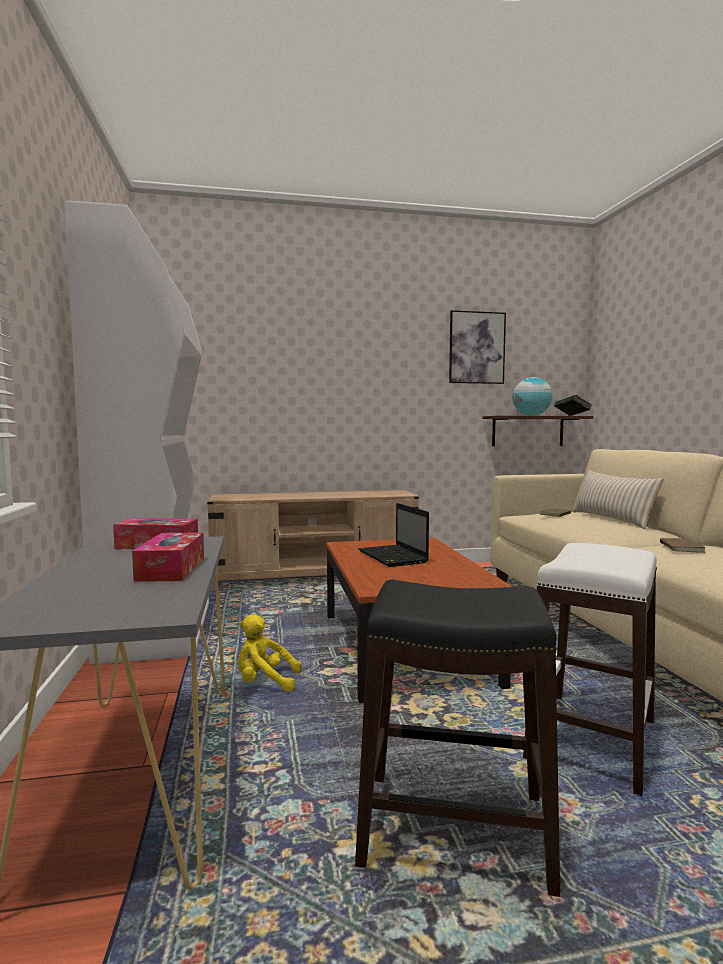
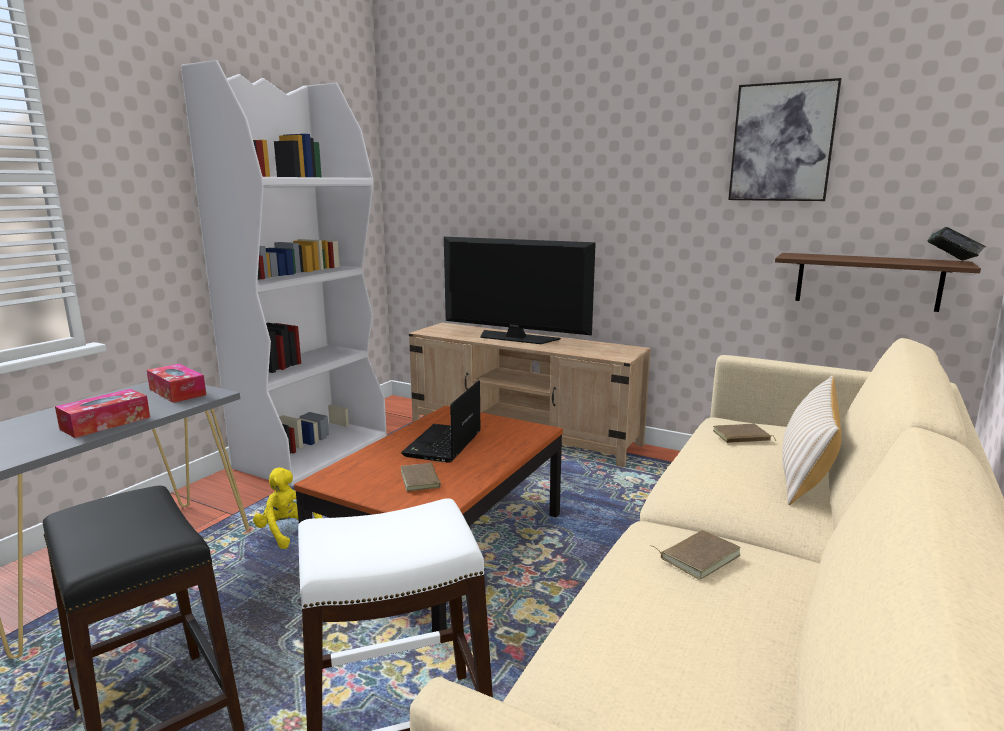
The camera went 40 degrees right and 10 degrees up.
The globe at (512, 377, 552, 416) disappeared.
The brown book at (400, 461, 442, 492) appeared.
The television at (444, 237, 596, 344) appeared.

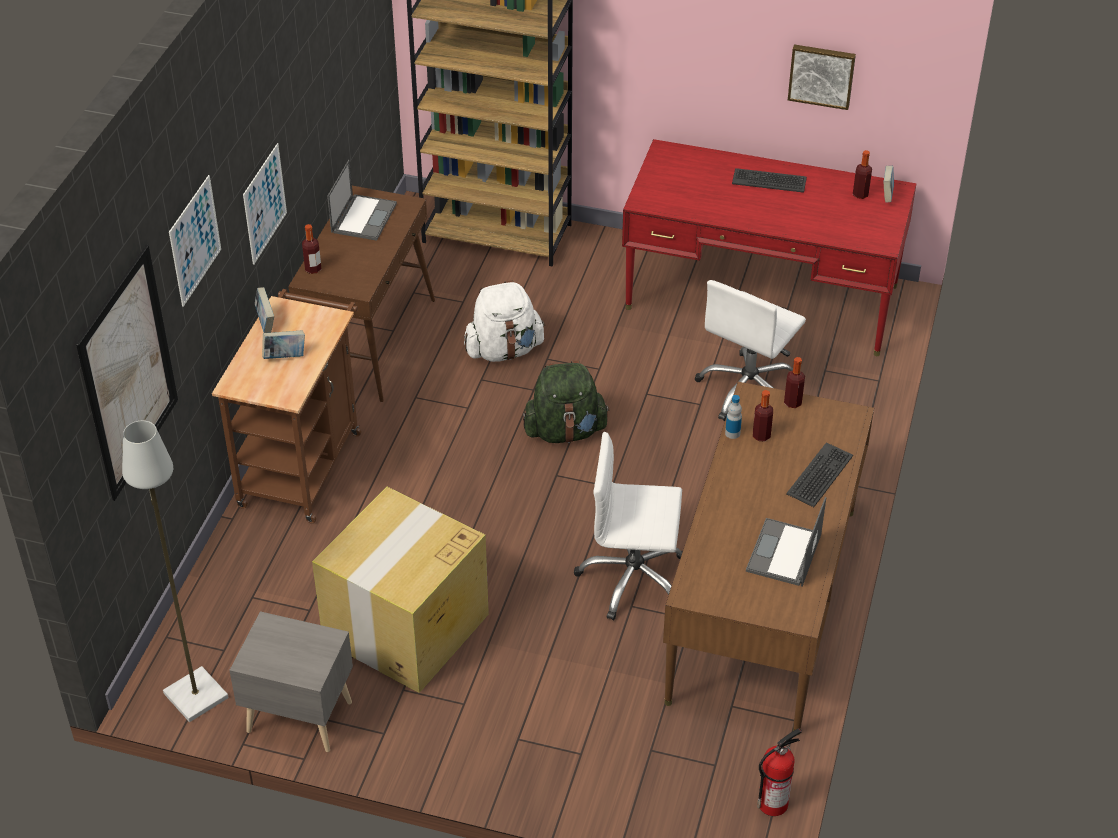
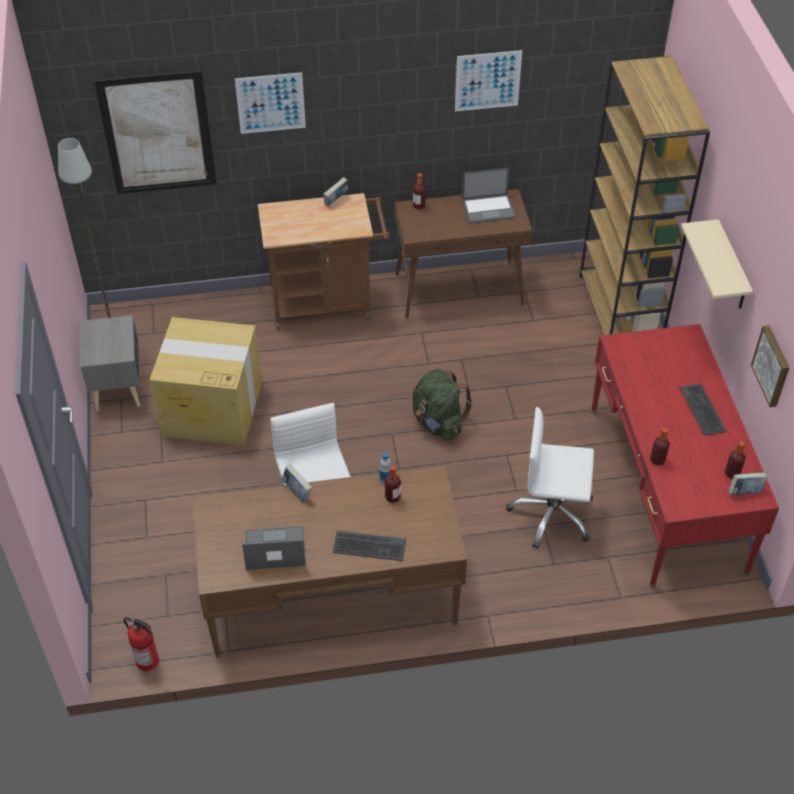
The camera went 65 degrees right and 5 degrees up.
The picture moved from (243, 143, 287, 265) to (455, 50, 522, 111).
The book moved from (262, 330, 305, 359) to (282, 464, 312, 503).
The white backpack at (464, 280, 545, 362) disappeared.
The bottle moved from (784, 357, 805, 408) to (650, 428, 670, 466).
The beige shelf at (681, 219, 753, 309) appeared.

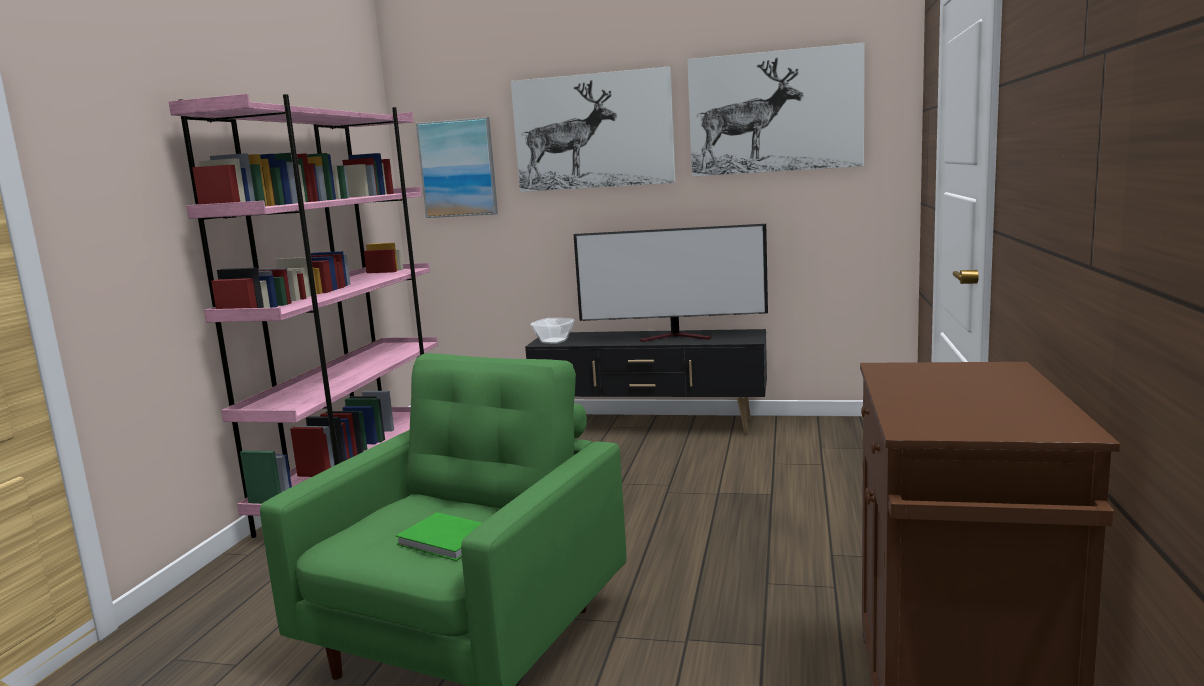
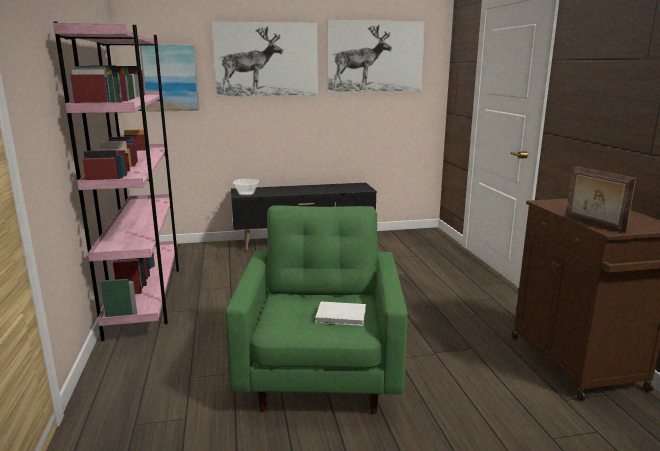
The camera went 25 degrees left and 5 degrees up.
The green book at (396, 513, 482, 561) became the white book at (315, 301, 366, 326).
The television at (574, 224, 768, 342) disappeared.
The picture frame at (566, 166, 636, 233) appeared.

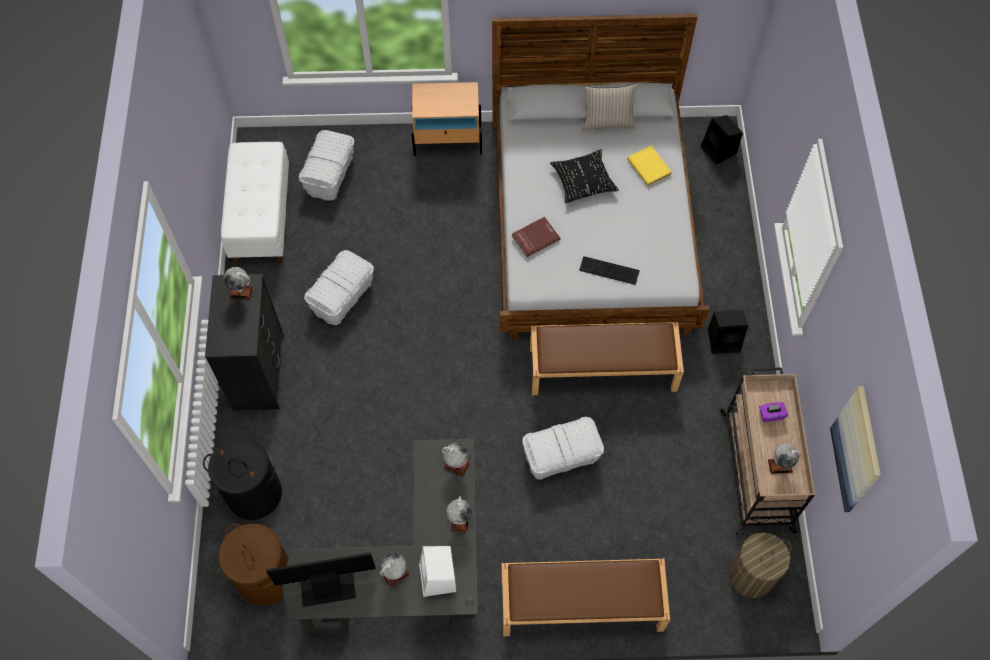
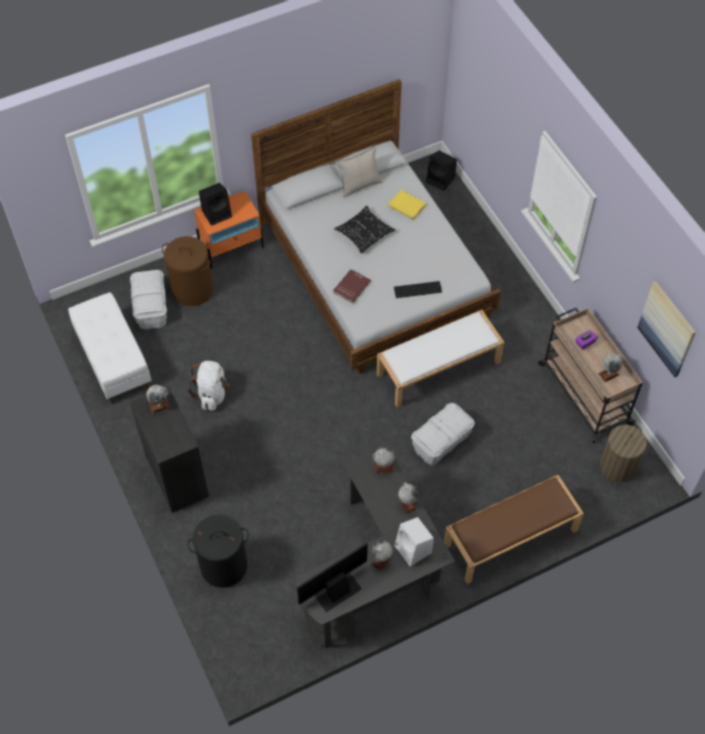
The camera went 25 degrees left and 5 degrees down.
The brown laundry basket moved from (219, 524, 289, 606) to (162, 236, 213, 306).
The white storage box at (304, 250, 374, 325) was replaced by the white backpack at (188, 361, 229, 411).
The beige nightstand at (411, 82, 482, 156) became the orange nightstand at (194, 191, 264, 269).
The brown bench at (530, 322, 684, 395) became the white bench at (377, 310, 504, 408).
The black speaker moved from (708, 310, 748, 354) to (199, 183, 232, 226).

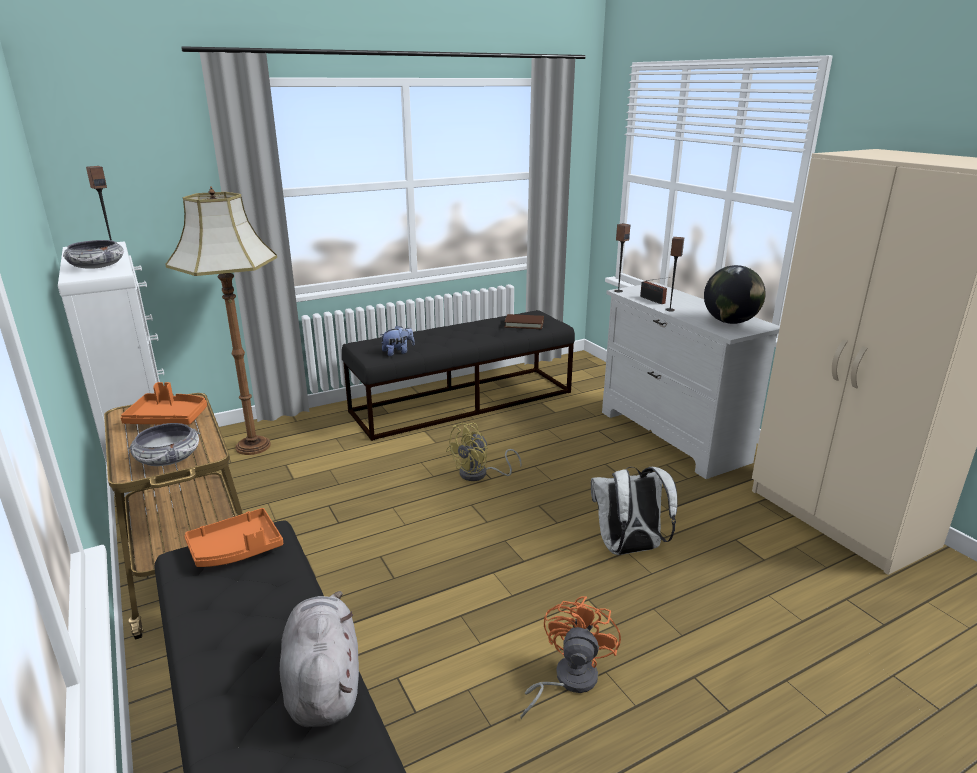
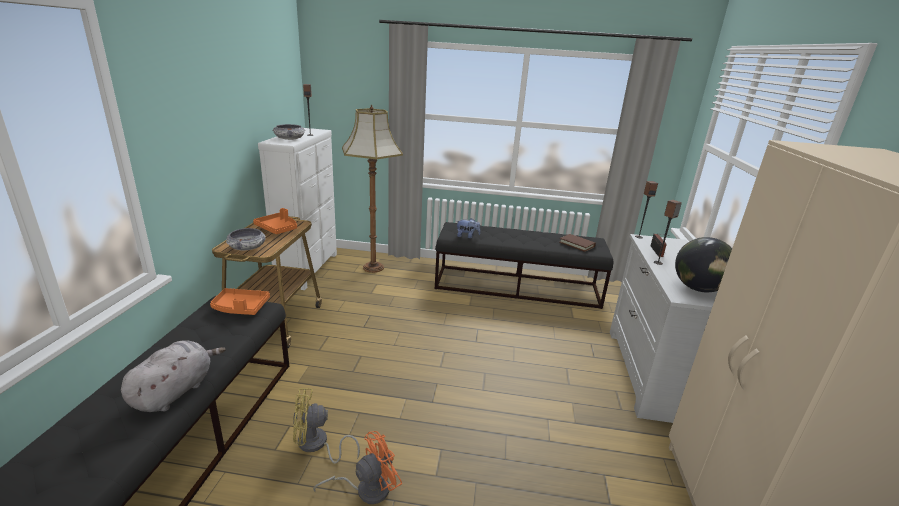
The camera went 35 degrees right and 0 degrees up.
The yellow fan moved from (446, 423, 522, 481) to (293, 388, 360, 464).
The white backpack at (591, 467, 678, 555) disappeared.

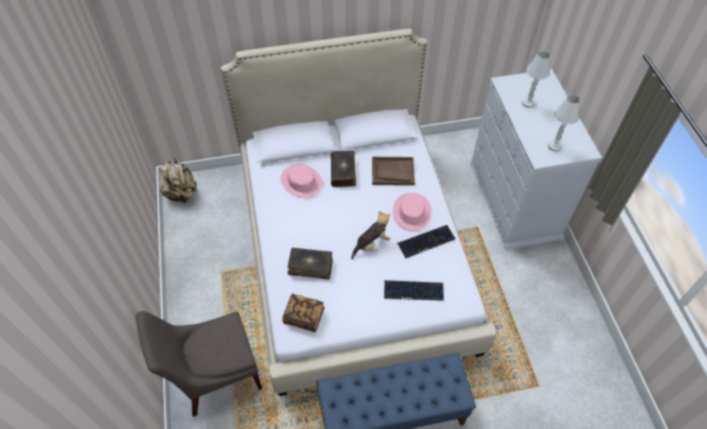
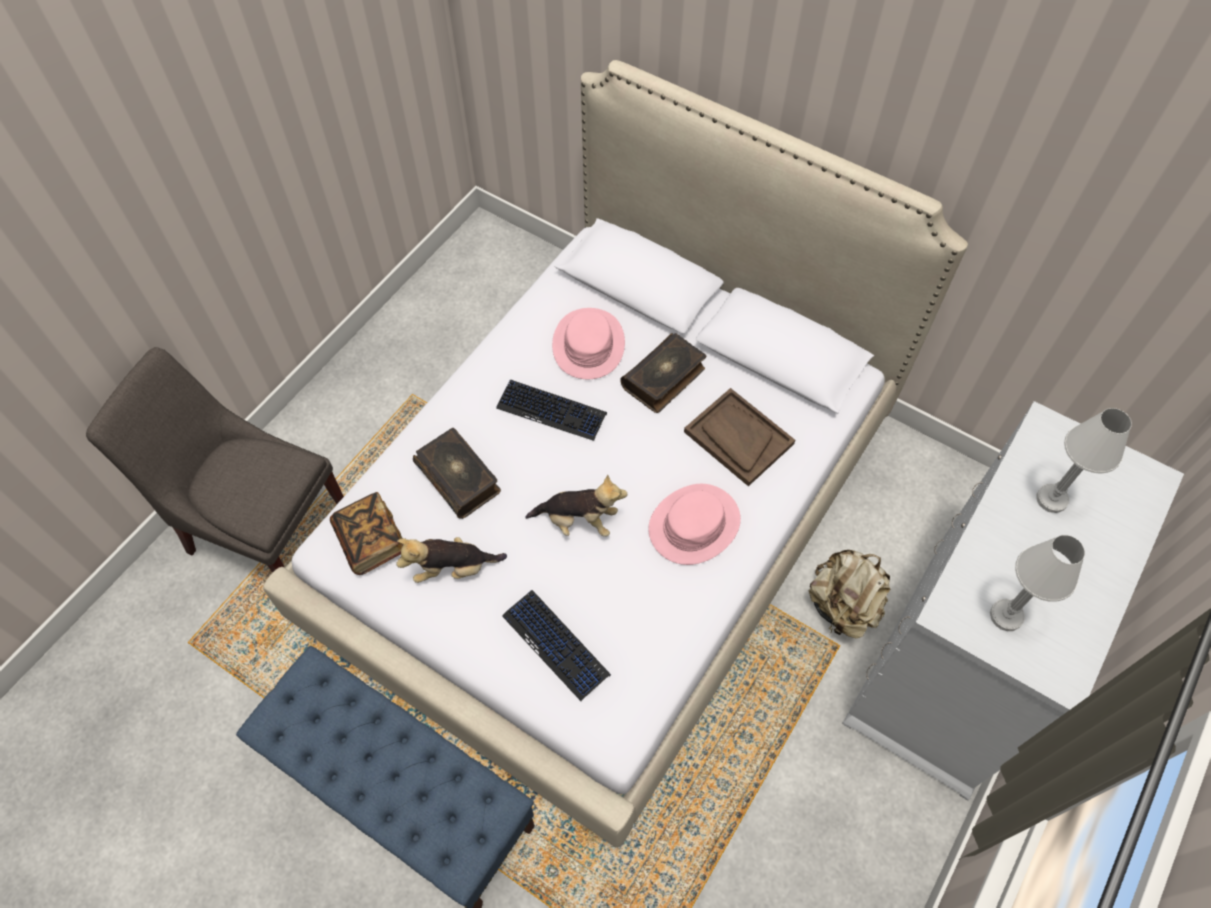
The camera went 45 degrees right and 5 degrees up.
The beige backpack moved from (159, 158, 197, 203) to (809, 550, 890, 638).
The keyboard moved from (397, 225, 455, 259) to (496, 380, 607, 441).
The plush toy at (396, 537, 507, 583) appeared.

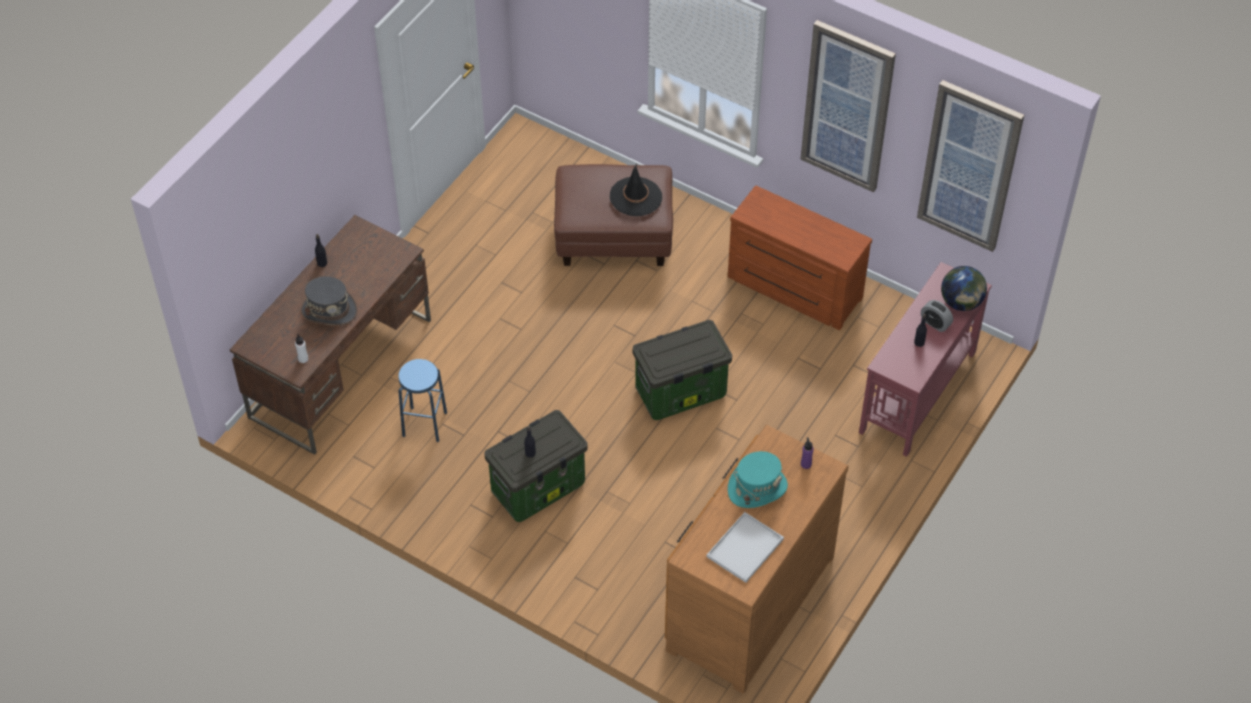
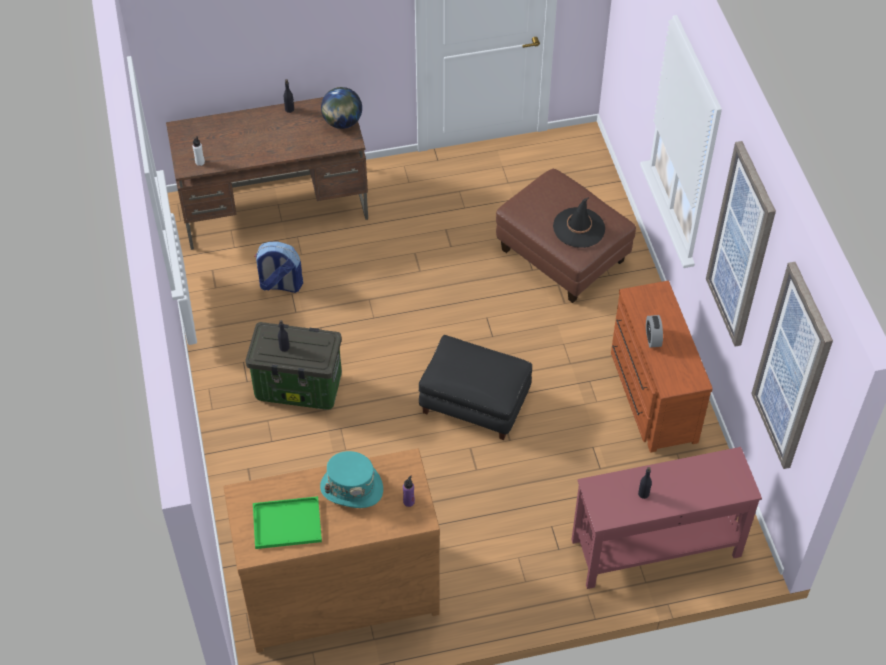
The camera went 45 degrees right and 0 degrees up.
The grey hat at (301, 276, 357, 326) disappeared.
The blue stool at (398, 359, 447, 442) was replaced by the backpack at (254, 242, 303, 293).
The storage box at (633, 320, 732, 420) was replaced by the black ottoman at (419, 335, 532, 440).
The white tray at (707, 512, 784, 583) became the green tray at (253, 496, 322, 549).
The alarm clock moved from (921, 300, 953, 332) to (646, 315, 663, 348).
The globe moved from (941, 266, 987, 311) to (321, 87, 362, 129).

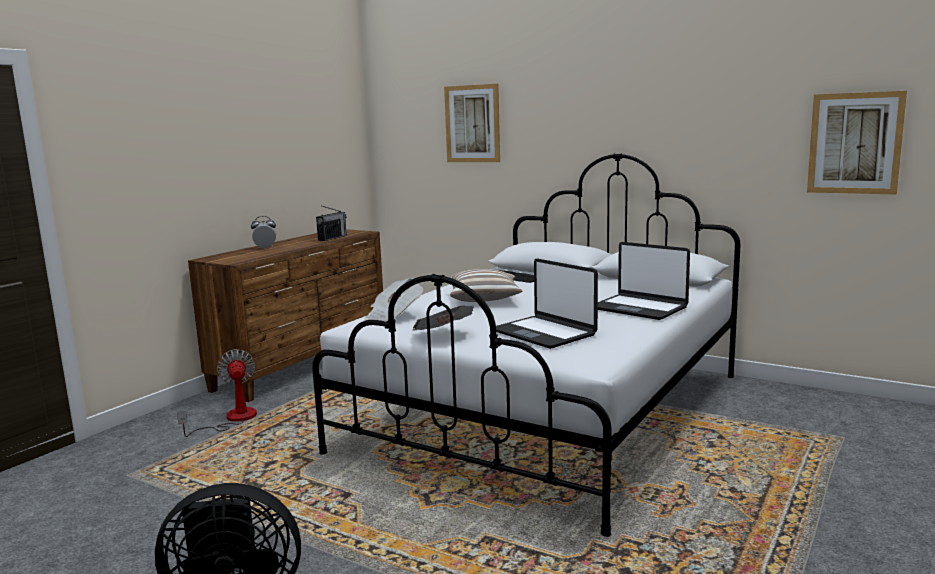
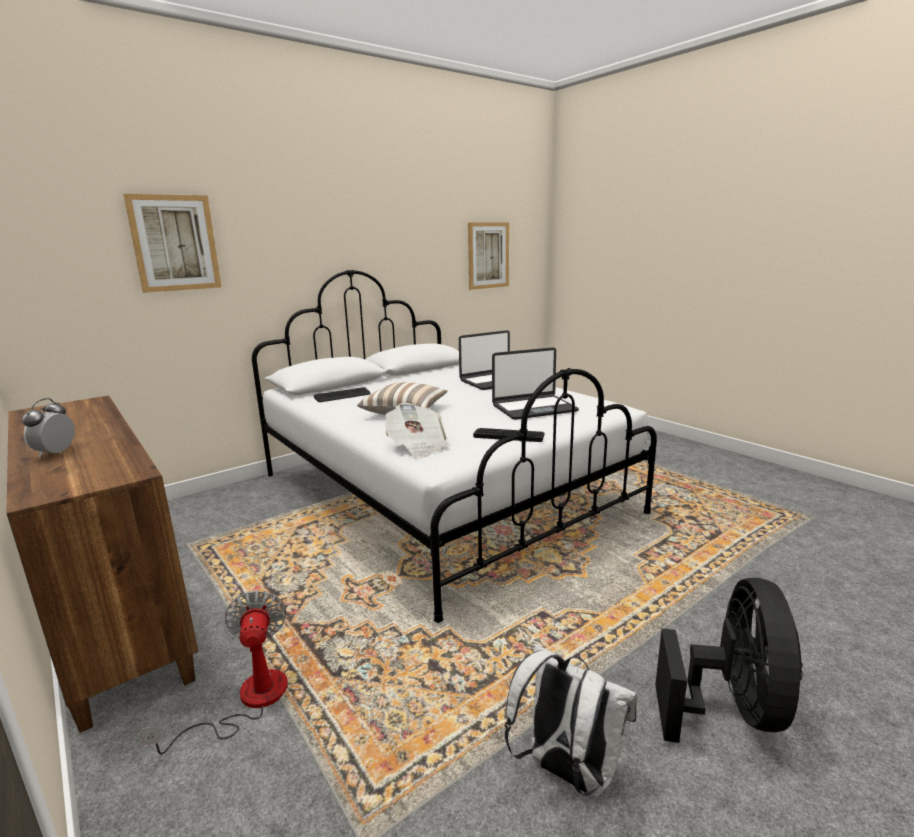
The camera went 70 degrees left and 5 degrees up.
The fan at (177, 349, 257, 437) turned 75 degrees clockwise.
The radio at (316, 206, 347, 241) disappeared.
The newspaper at (413, 306, 474, 331) was replaced by the keyboard at (473, 428, 544, 442).
The white backpack at (505, 644, 637, 797) appeared.

